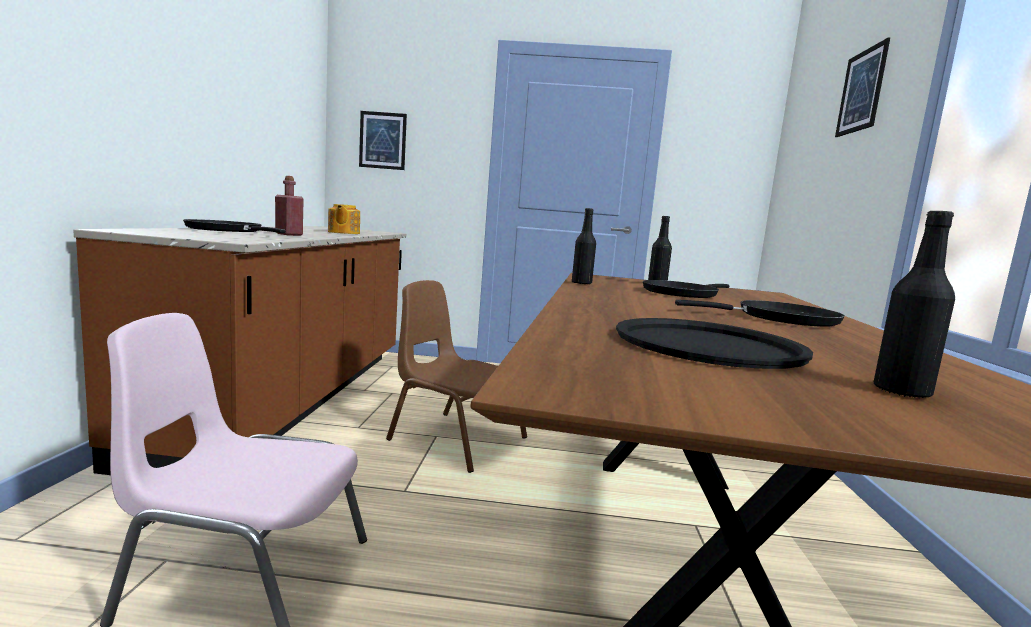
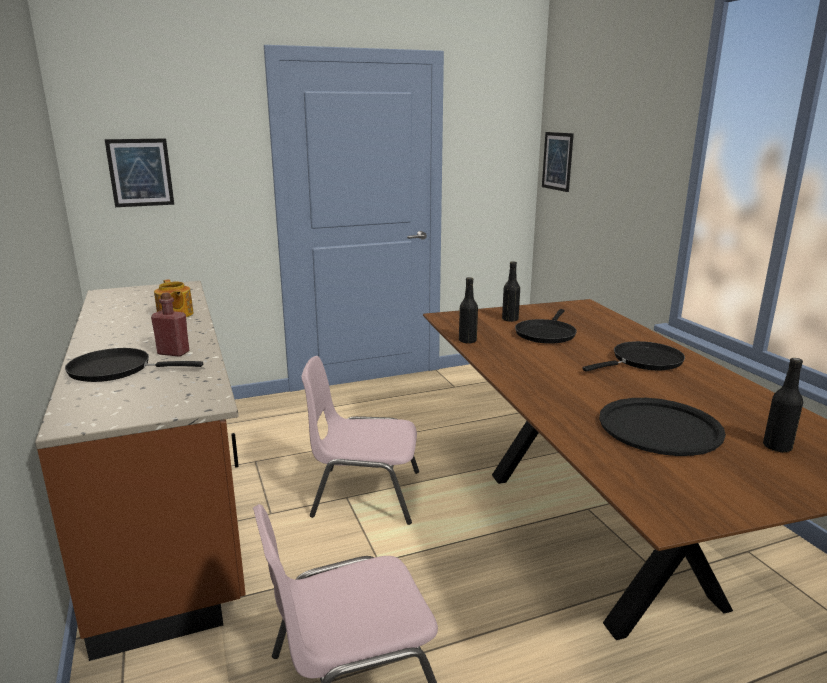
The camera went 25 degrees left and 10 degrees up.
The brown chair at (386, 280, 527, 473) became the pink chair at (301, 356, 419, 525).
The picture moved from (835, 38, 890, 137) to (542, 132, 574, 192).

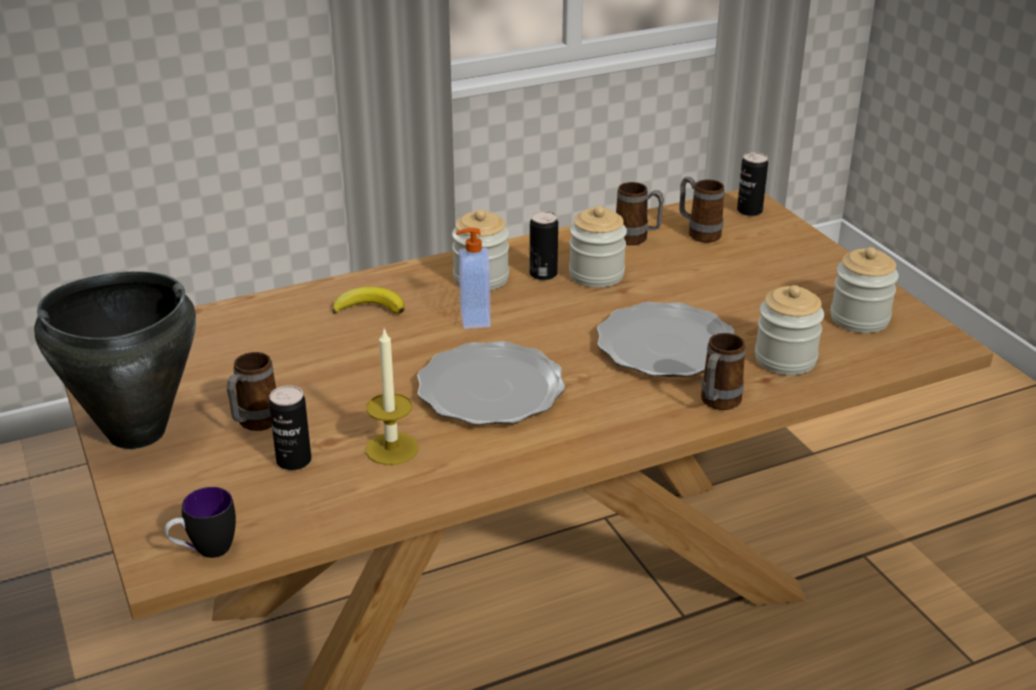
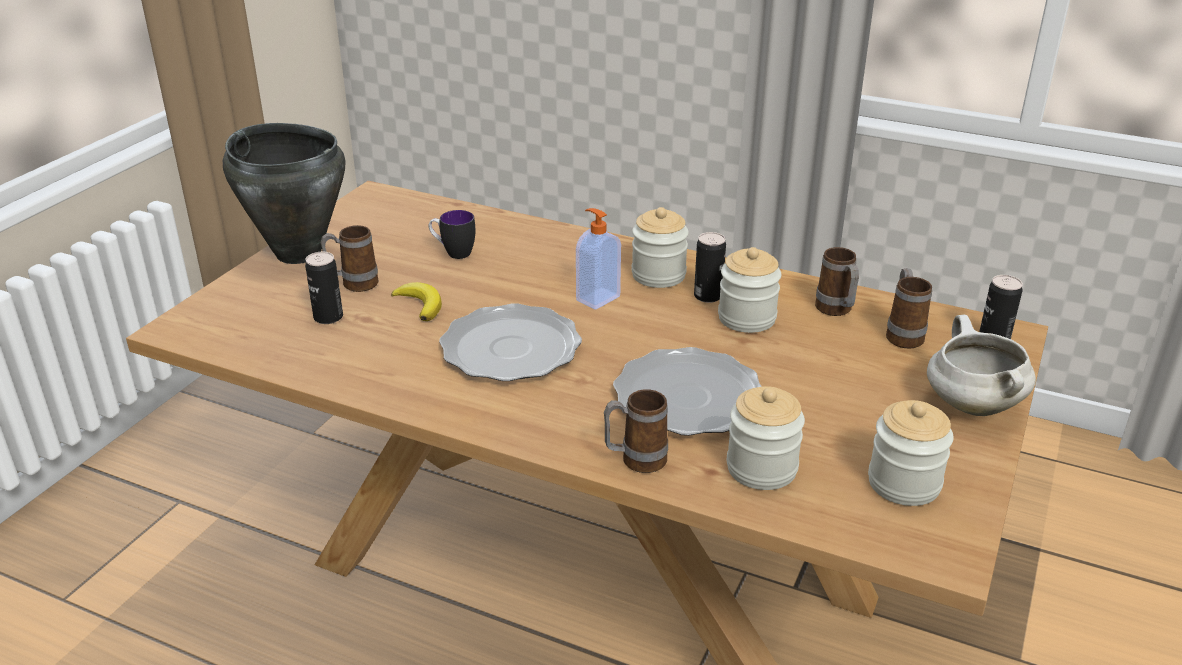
The camera went 50 degrees right and 0 degrees up.
The mug moved from (164, 487, 236, 558) to (429, 210, 475, 259).
The banana moved from (333, 287, 405, 314) to (391, 282, 442, 321).
The candle at (366, 329, 418, 465) disappeared.
The white cooking pot at (927, 315, 1036, 416) appeared.

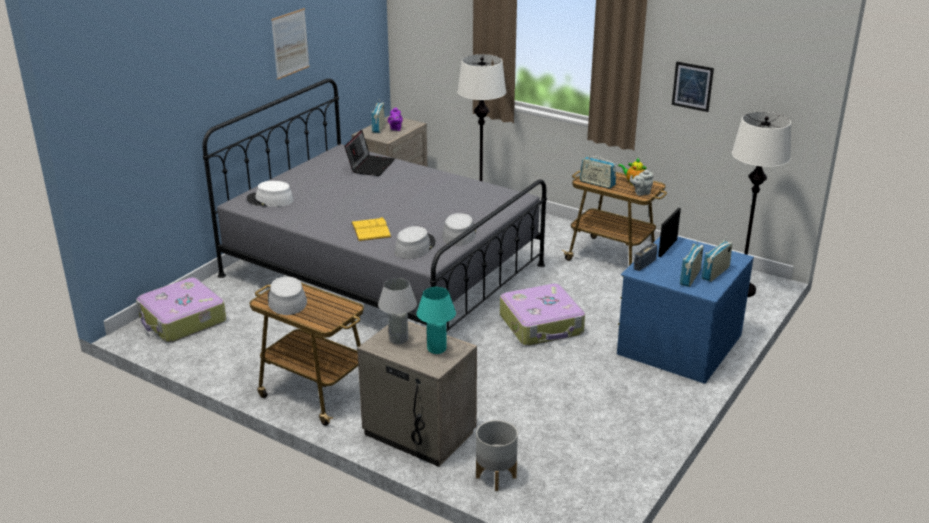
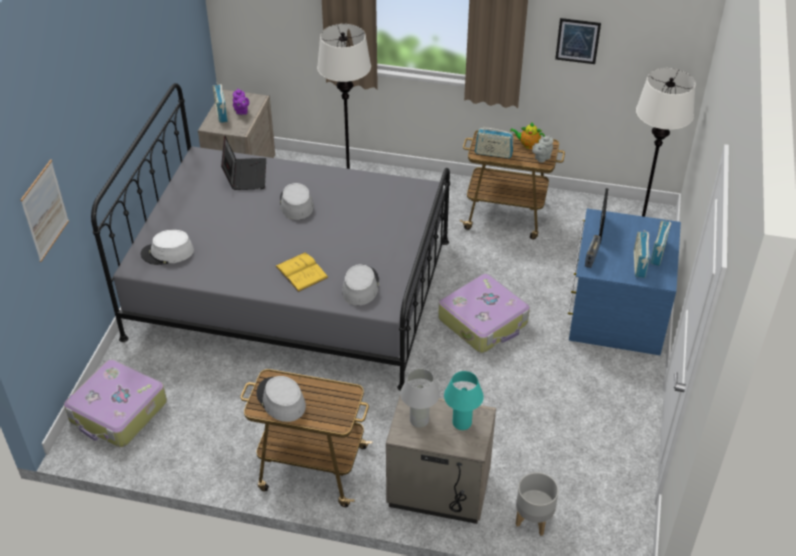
The camera went 20 degrees left and 15 degrees up.
The picture moved from (271, 8, 309, 80) to (21, 159, 69, 262).
The grey hat moved from (442, 213, 476, 246) to (280, 183, 314, 220).

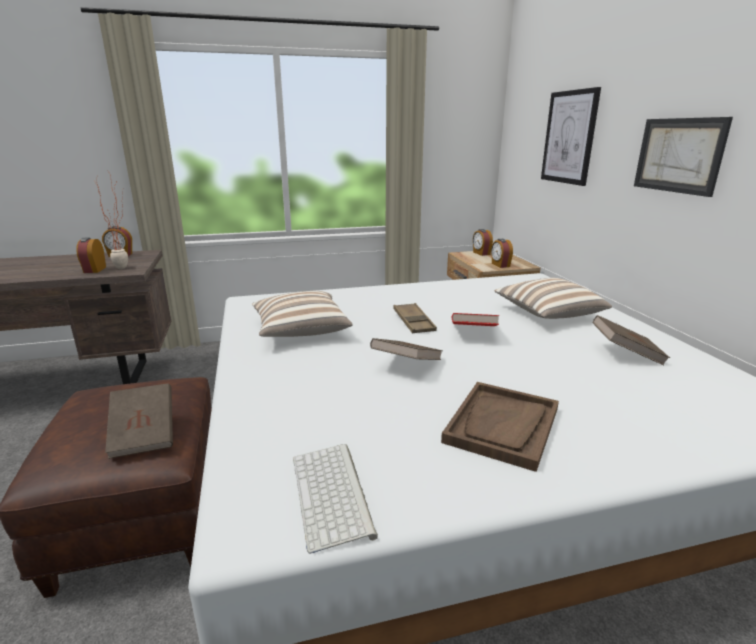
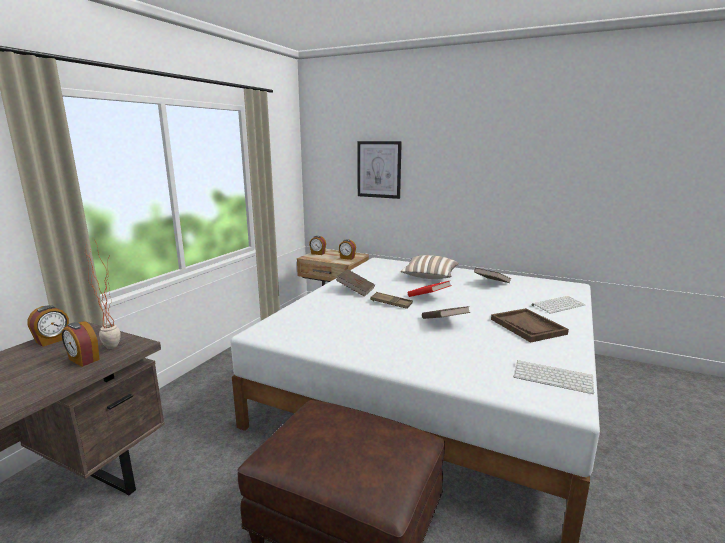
The camera went 50 degrees left and 5 degrees down.
The brown book moved from (105, 383, 173, 459) to (336, 269, 375, 297).
The pillow at (252, 291, 353, 337) disappeared.
The picture at (634, 117, 733, 197) disappeared.
The keyboard at (532, 296, 585, 314) appeared.

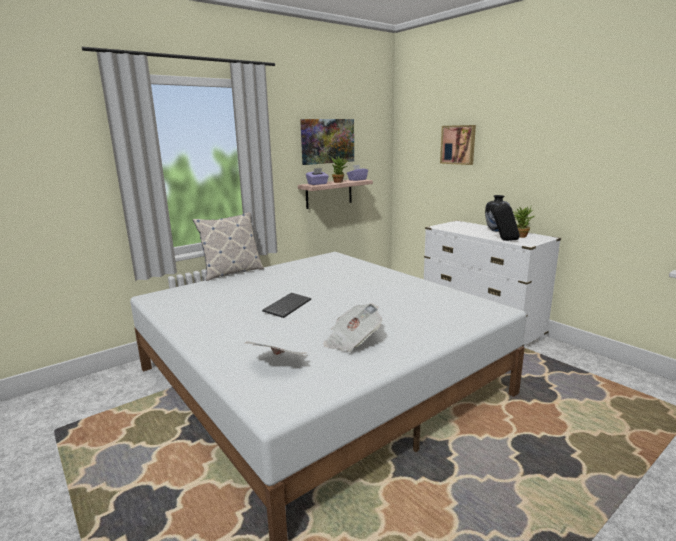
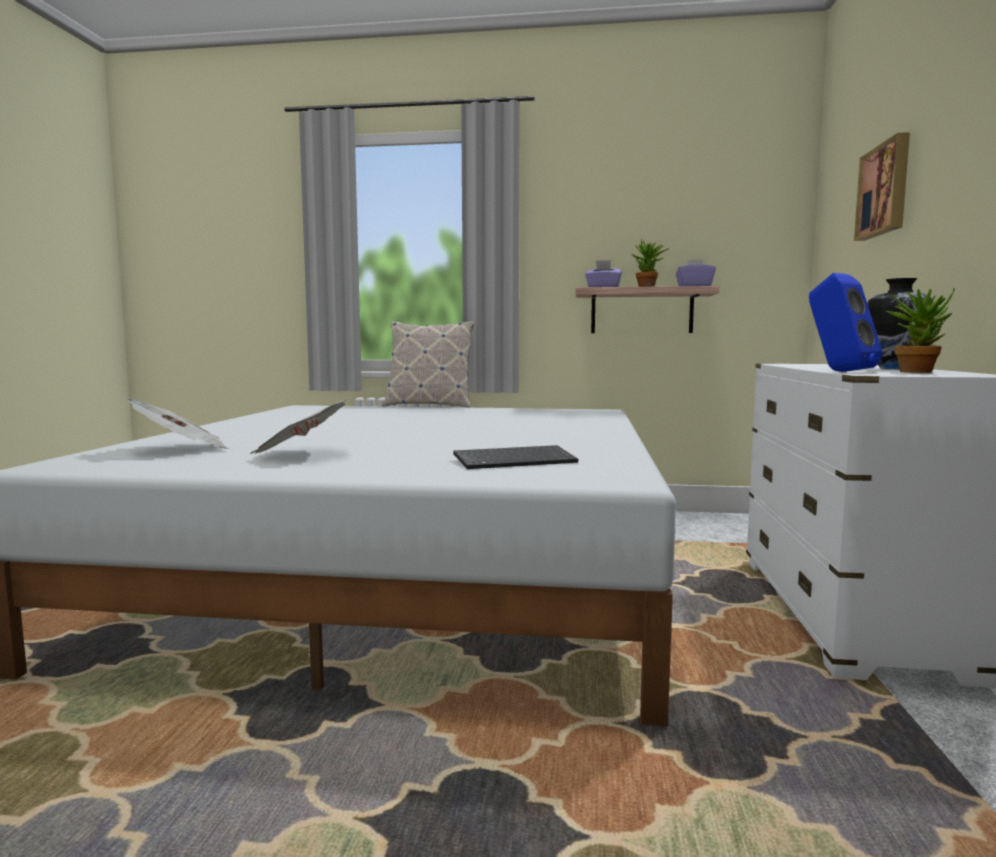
The camera went 45 degrees right and 10 degrees down.
The keyboard moved from (262, 293, 311, 318) to (453, 445, 578, 469).
The picture at (300, 119, 354, 165) disappeared.
The black speaker at (493, 202, 520, 241) became the blue speaker at (809, 273, 882, 372).

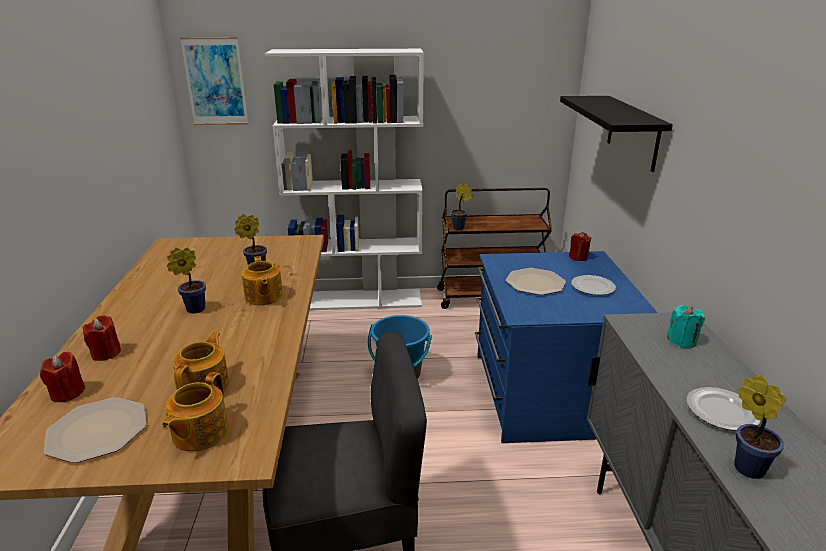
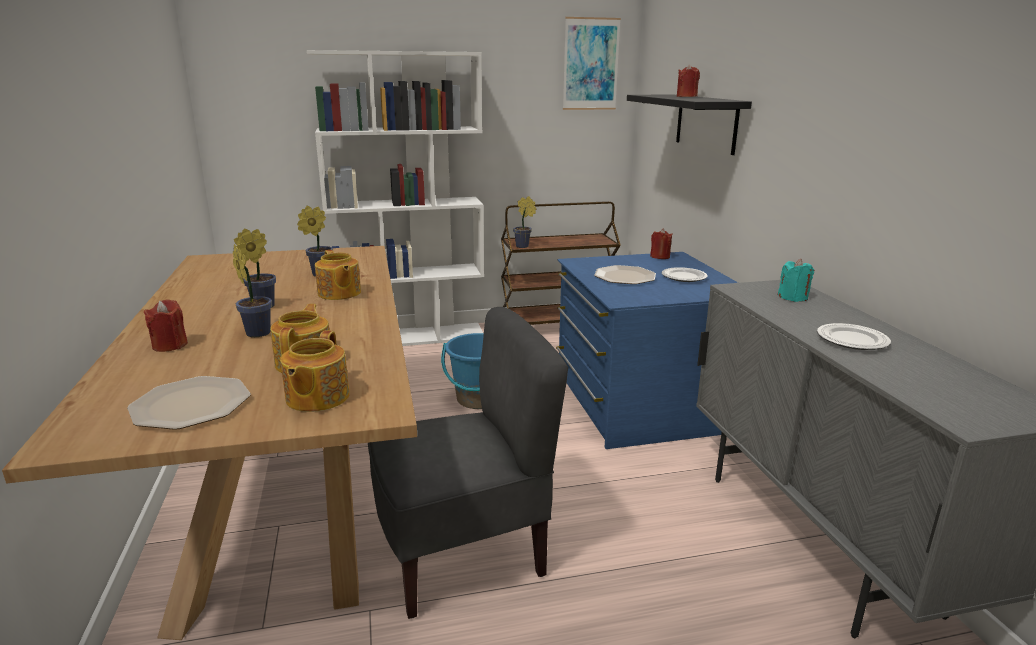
The camera went 10 degrees left and 5 degrees down.
The red candle moved from (40, 352, 85, 403) to (677, 64, 700, 97).
The picture moved from (180, 37, 248, 125) to (563, 17, 621, 110).
The potted plant moved from (734, 375, 786, 479) to (233, 244, 272, 337).

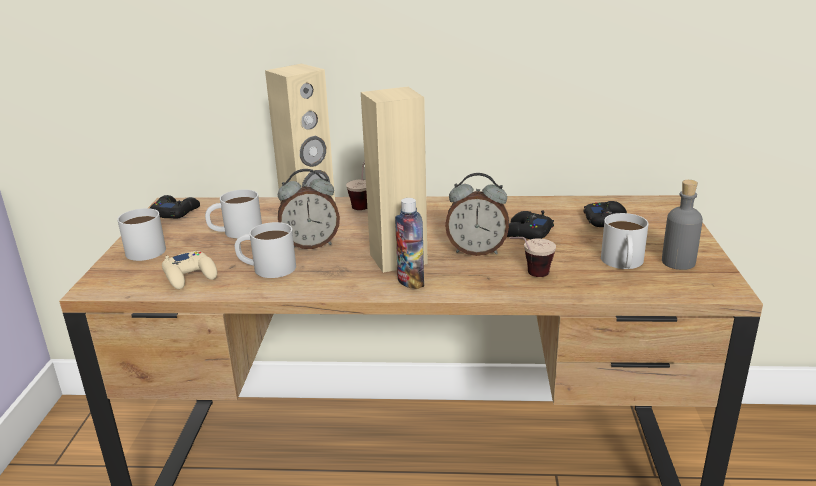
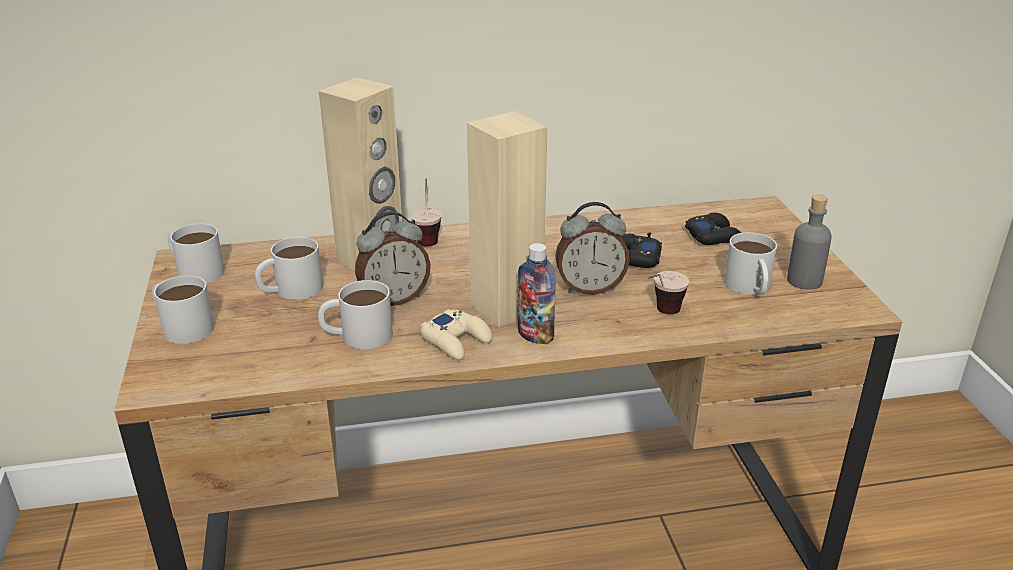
The camera went 15 degrees left and 5 degrees up.
The black game controller at (150, 195, 200, 219) was replaced by the white mug at (168, 224, 225, 283).
The beige game controller moved from (162, 251, 217, 289) to (421, 309, 492, 360).

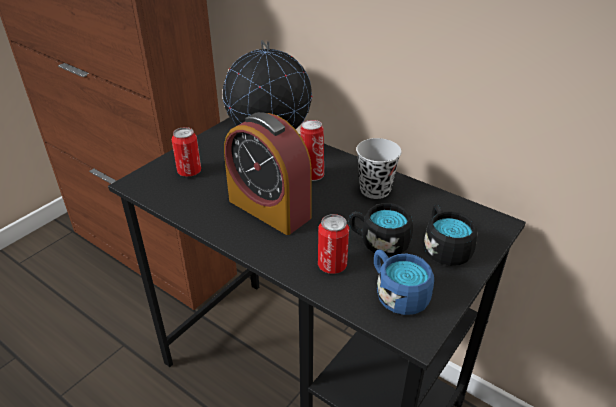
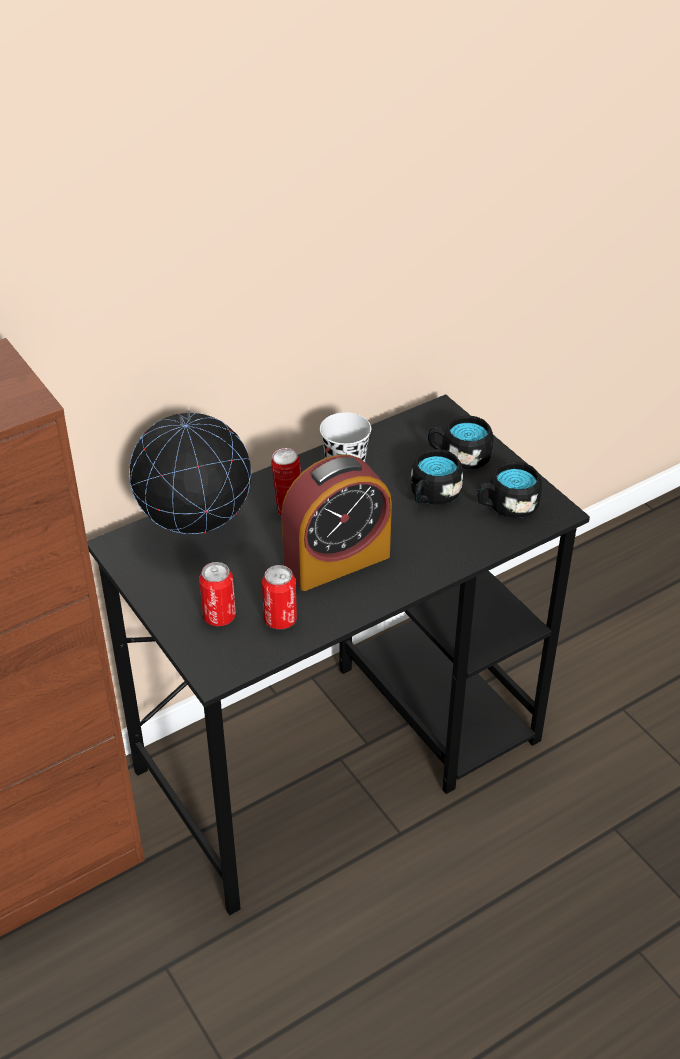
The camera went 70 degrees left and 5 degrees up.
The can moved from (318, 214, 349, 274) to (262, 565, 297, 629).
The blue mug at (374, 250, 434, 315) became the black mug at (477, 461, 542, 518).

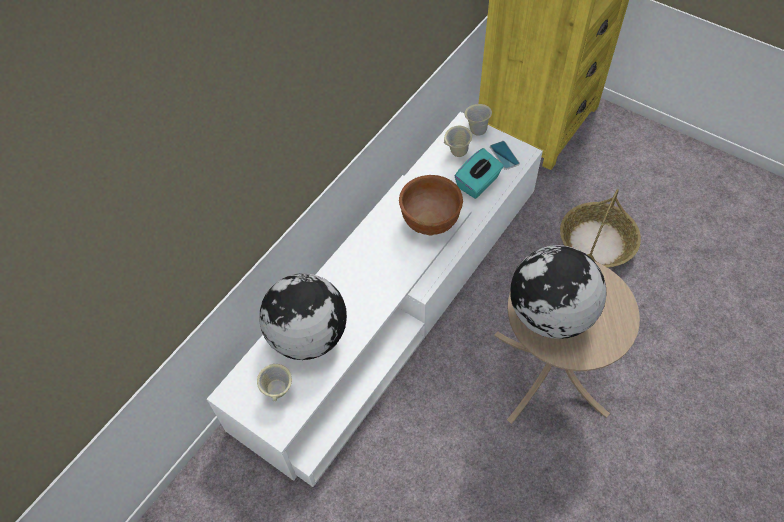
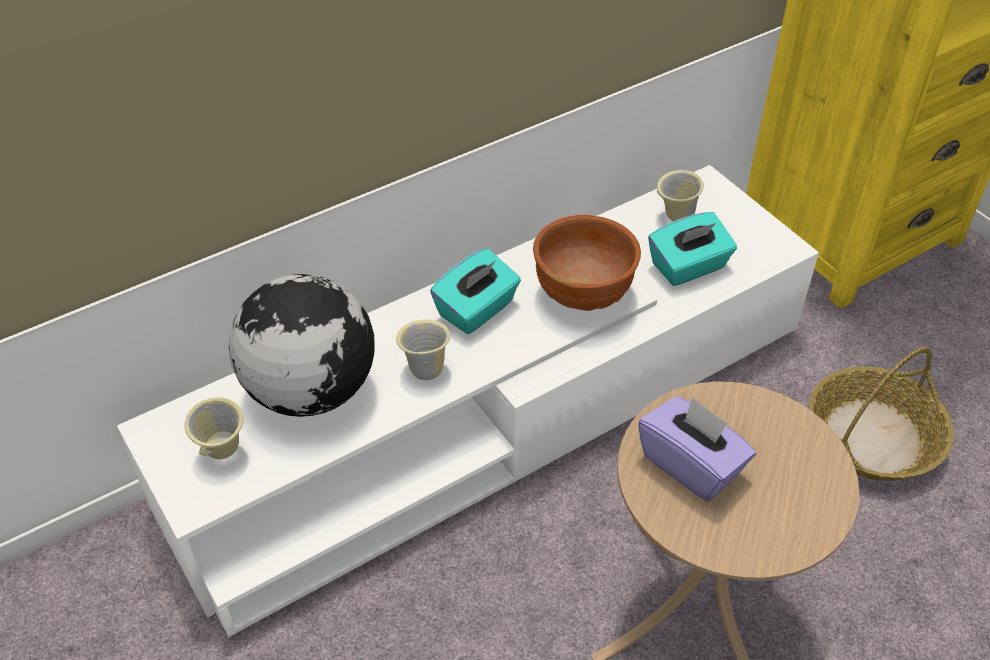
The camera went 20 degrees right and 10 degrees down.
The beige mug moved from (464, 104, 492, 136) to (396, 319, 450, 380).
The phone at (490, 141, 520, 170) disappeared.
The globe at (510, 245, 607, 339) was replaced by the purple tissue box at (638, 396, 756, 501).
The turquoise tissue box at (430, 249, 521, 334) appeared.

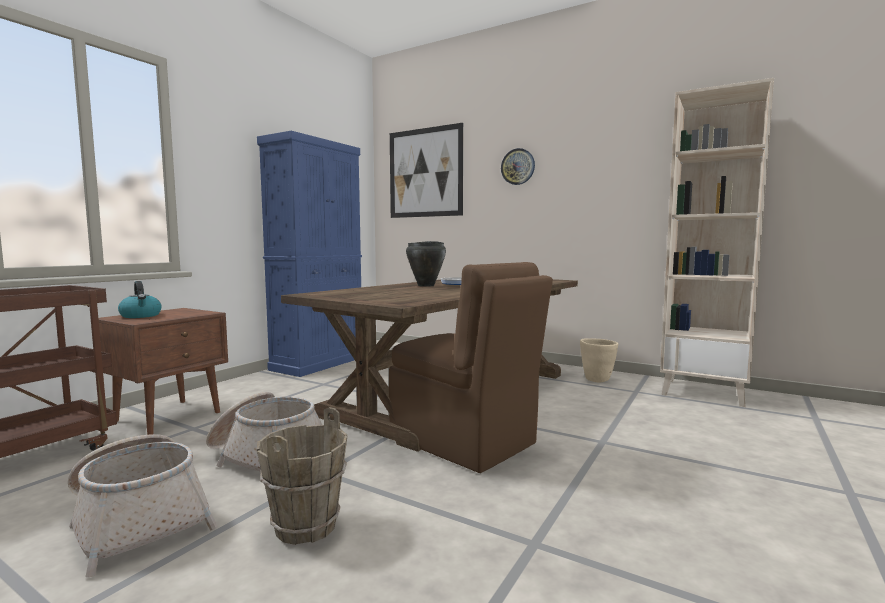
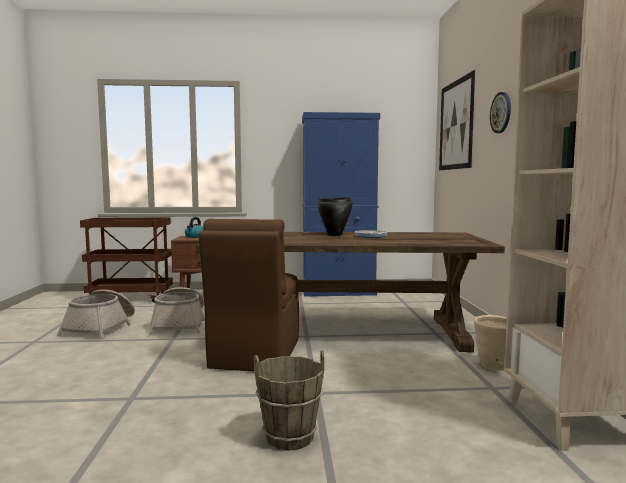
The camera went 55 degrees right and 0 degrees up.
The brown bucket moved from (257, 407, 348, 545) to (254, 350, 324, 451).

